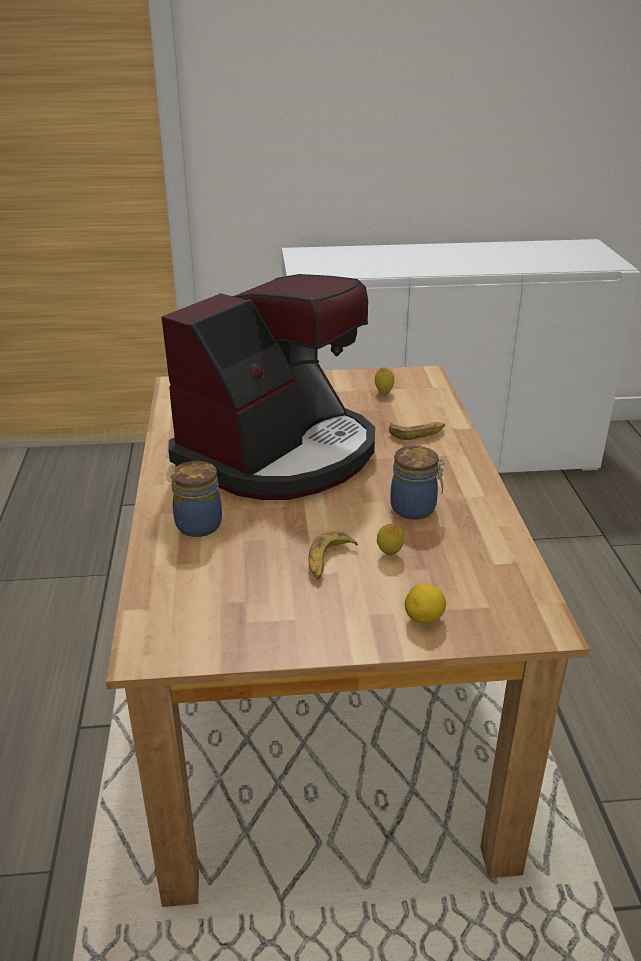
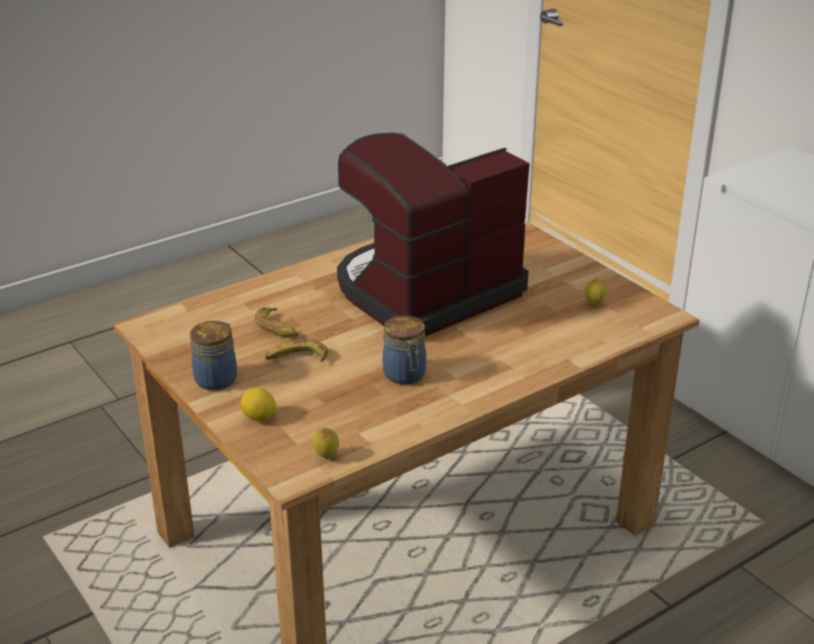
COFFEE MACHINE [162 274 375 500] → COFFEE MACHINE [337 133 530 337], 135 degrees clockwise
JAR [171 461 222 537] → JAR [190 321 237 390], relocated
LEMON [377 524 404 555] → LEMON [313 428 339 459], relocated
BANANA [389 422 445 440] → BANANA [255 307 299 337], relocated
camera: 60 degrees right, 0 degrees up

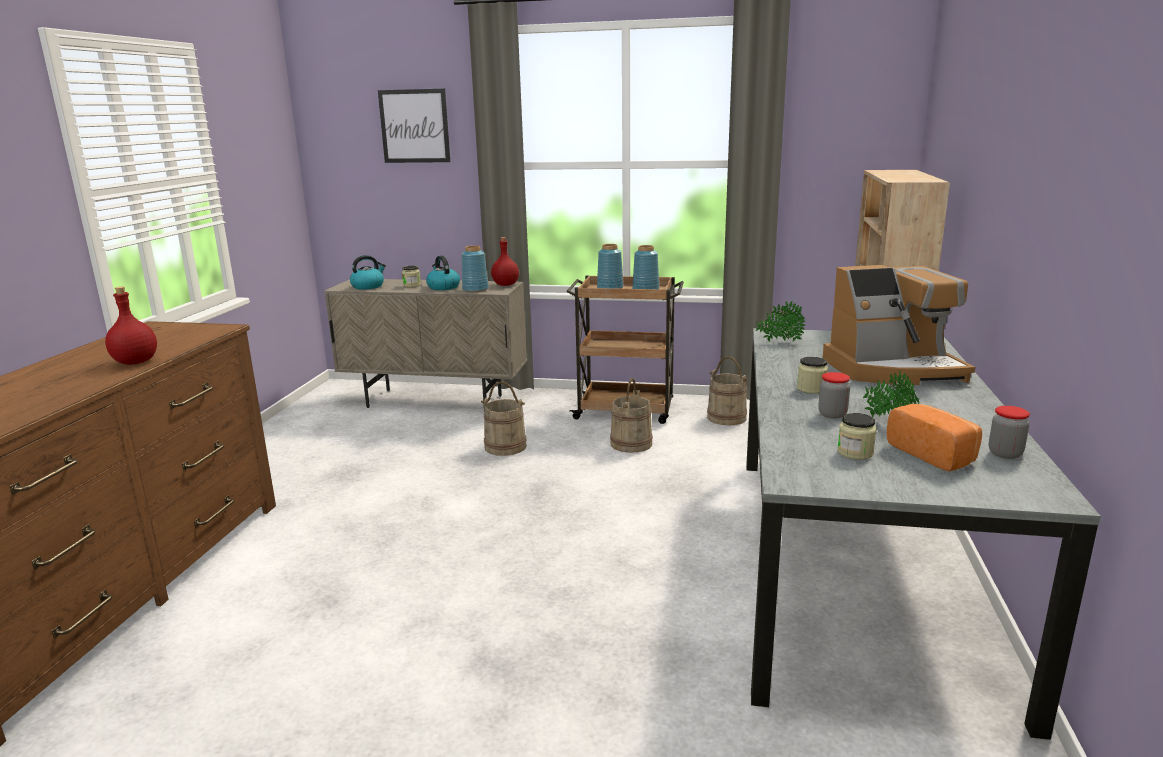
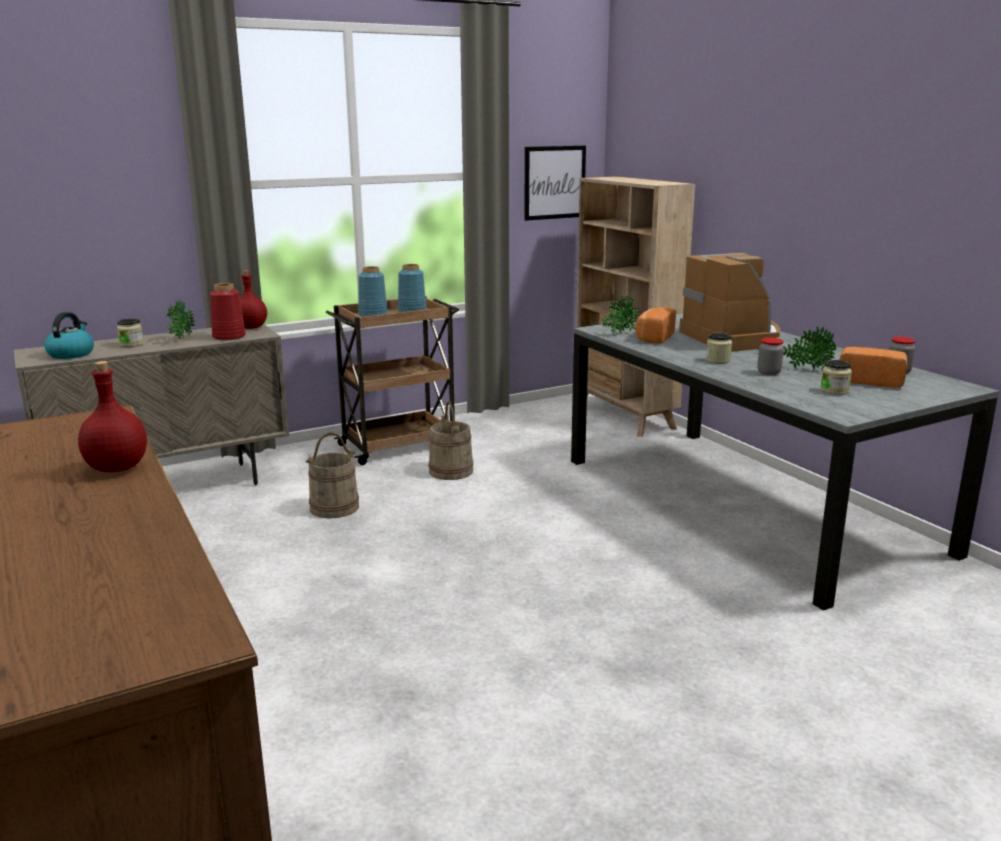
PICTURE [378 89 450 163] → PICTURE [524 146 586 221], relocated
KETTLE [426 256 460 290] → POTTED PLANT [167 300 195 339]
BLUE VASE [462 245 489 292] → RED VASE [210 283 246 340]
BEIGE BUCKET [707 356 748 426] → -
COFFEE MACHINE [823 265 975 385] → COFFEE MACHINE [679 253 780 352], 60 degrees counterclockwise
- → BREAD [635 307 676 343]
camera: 40 degrees left, 0 degrees up

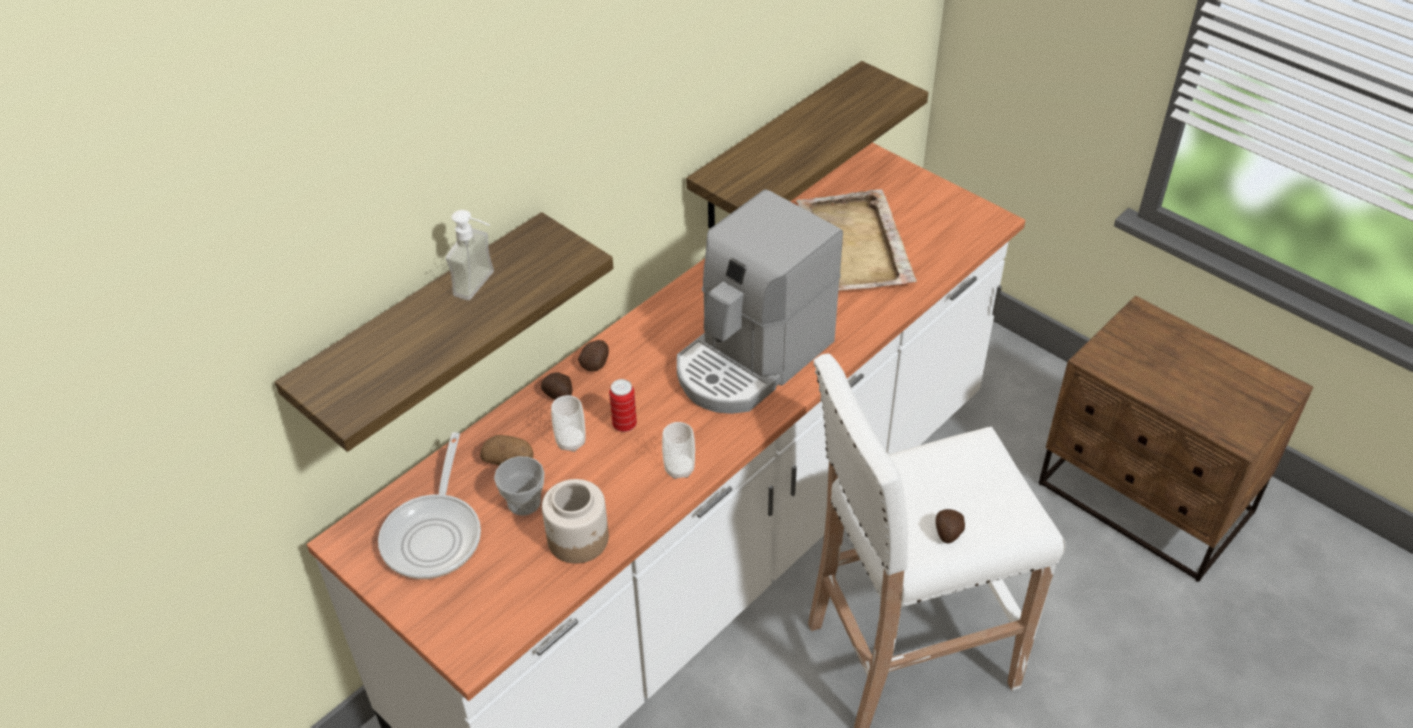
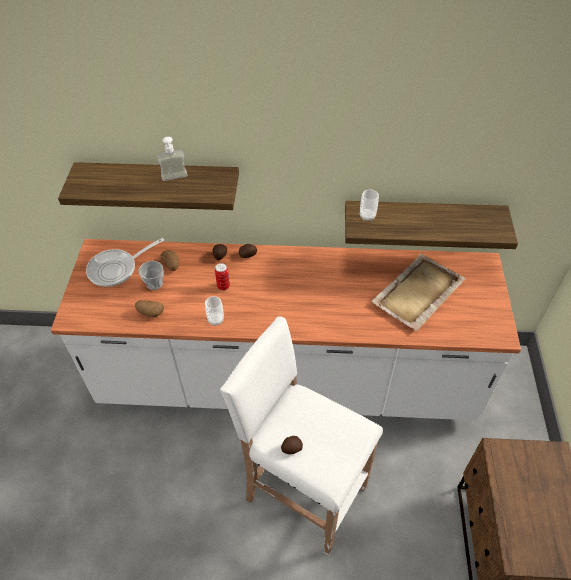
JAR [542 479 609 564] → POTATO [135 300 164 317]
CUP [551 395 586 452] → CUP [360 189 379 221], relocated
COFFEE MACHINE [677 189 843 414] → -
camera: 50 degrees right, 5 degrees up

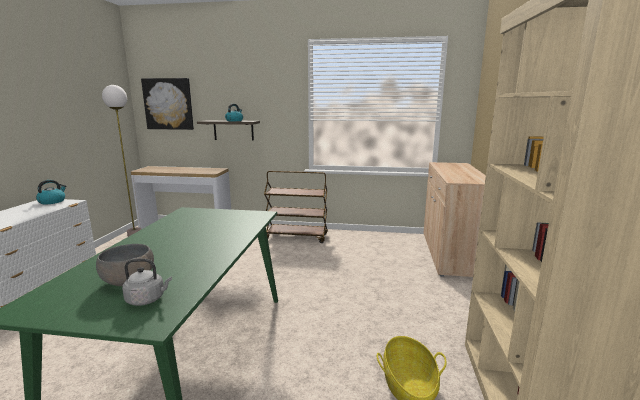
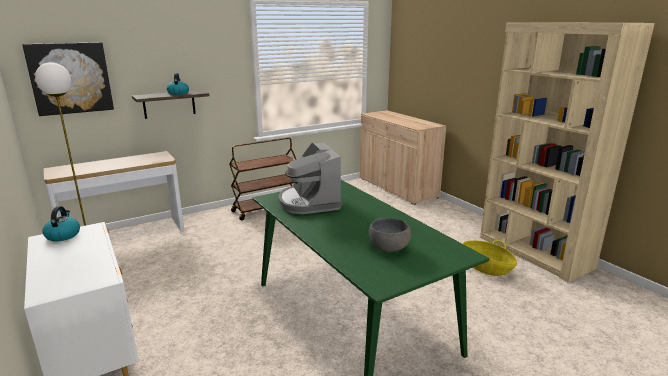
GREY KETTLE [122 258 172 306] → -
- → COFFEE MACHINE [278 143 343 214]
camera: 40 degrees left, 5 degrees up

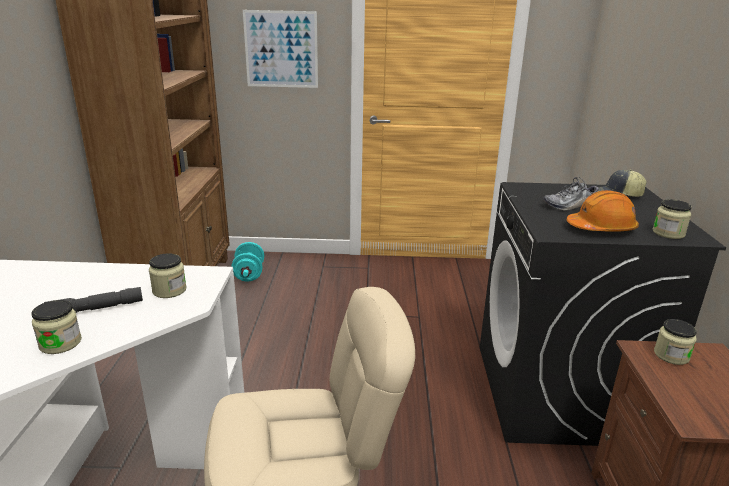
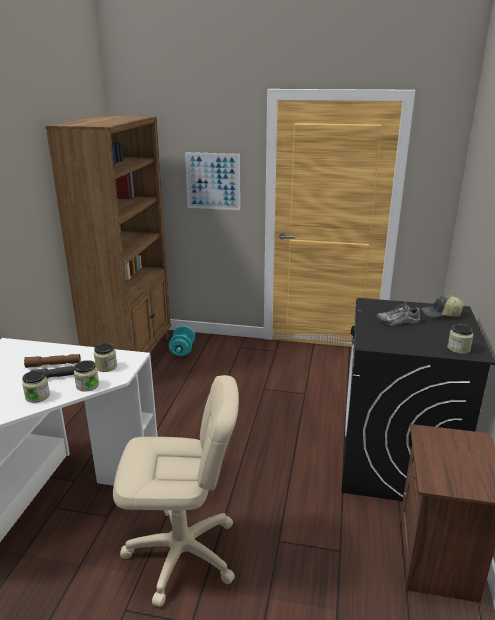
ORANGE HARD HAT [566 190 639 232] → -
JAR [654 319 697 365] → JAR [74 360 99 392], relocated
- → BROWN FLASHLIGHT [24 354 81 368]
camera: 10 degrees right, 0 degrees up

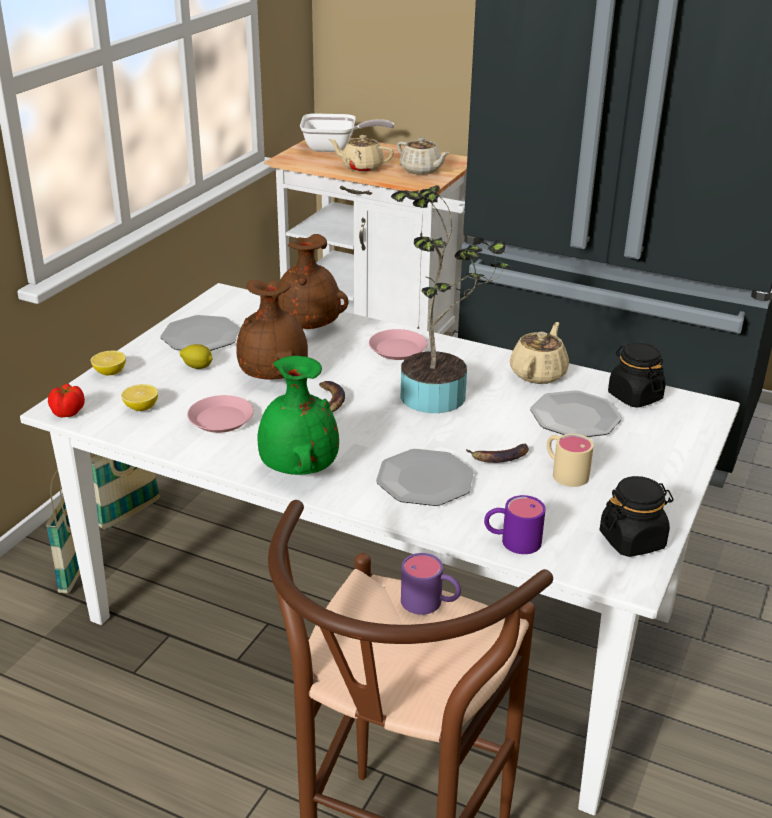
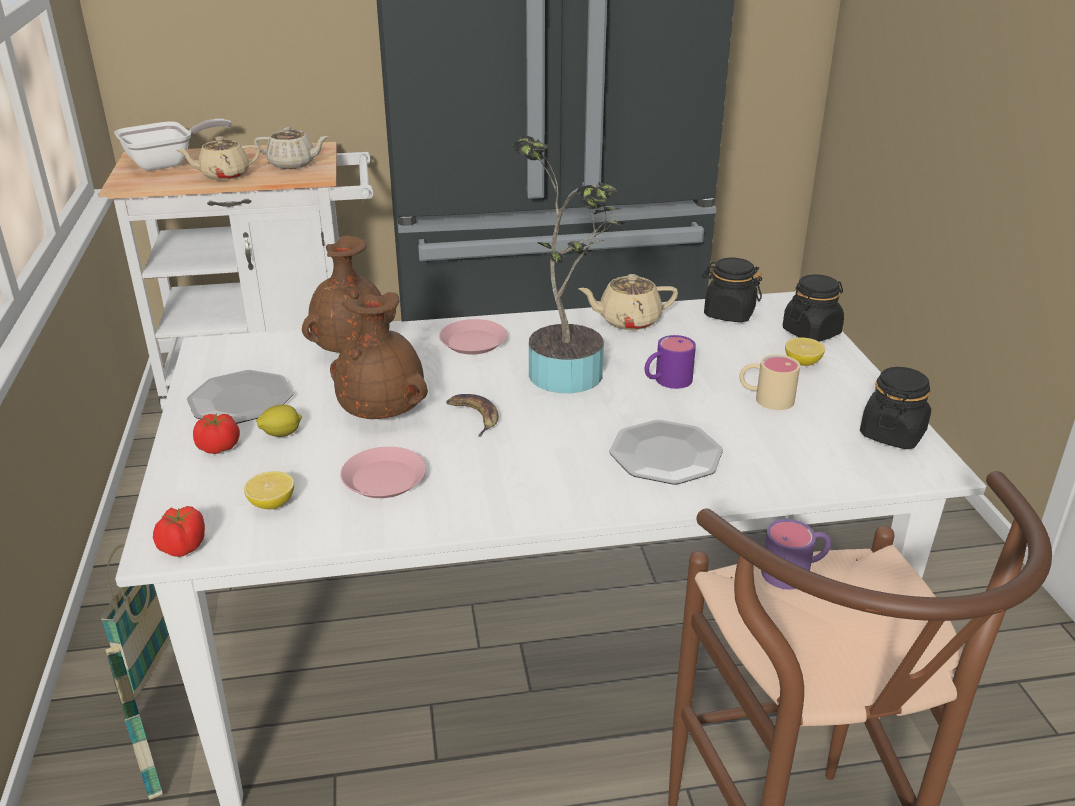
LEMON [91 351 126 376] → LEMON [785 338 825 366], relocated
GREEN VASE [257 356 339 475] → -
BANANA [466 444 529 463] → -
PURPLE MUG [484 495 546 554] → PURPLE MUG [645 335 696 389], relocated
BEIGE TEAPOT [510 322 569 384] → BEIGE TEAPOT [579 274 678 330], 90 degrees counterclockwise
PLATE [530 390 622 437] → -
- → TOMATO [193 413 240 454]
- → BLACK JAR [783 274 844 342]
camera: 35 degrees left, 0 degrees up

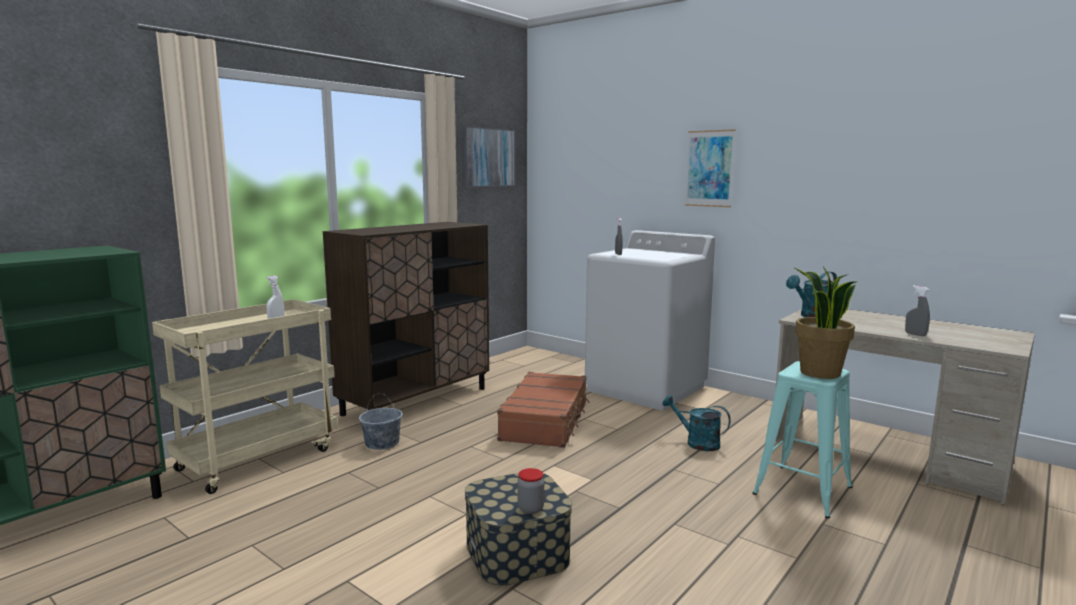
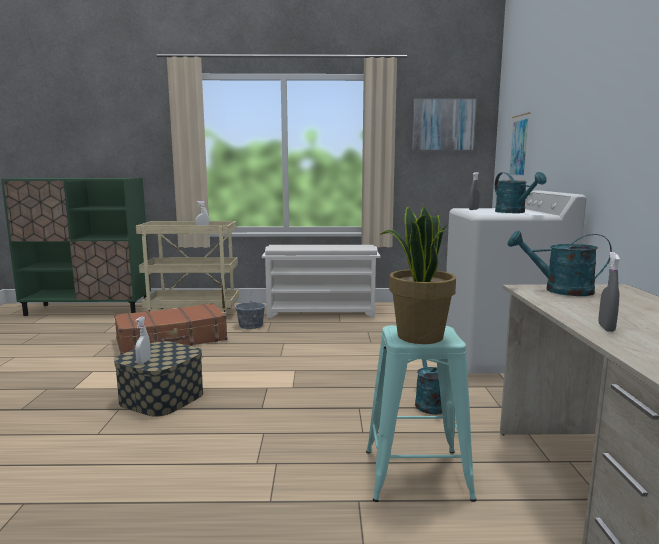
BROWN CABINET [323 222 489 416] → WHITE SHOE RACK [262 245 381 318]
BROWN SUITCASE [497 372 589 448] → BROWN SUITCASE [114 303 227 355], relocated
JAR [517 468 544 514] → WHITE SPRAY BOTTLE [135 316 151 364]
PICTURE [685 129 736 207] → PICTURE [508 112 530 181], relocated
- → TURQUOISE WATERING CAN [495 172 547 213]
camera: 50 degrees right, 0 degrees up

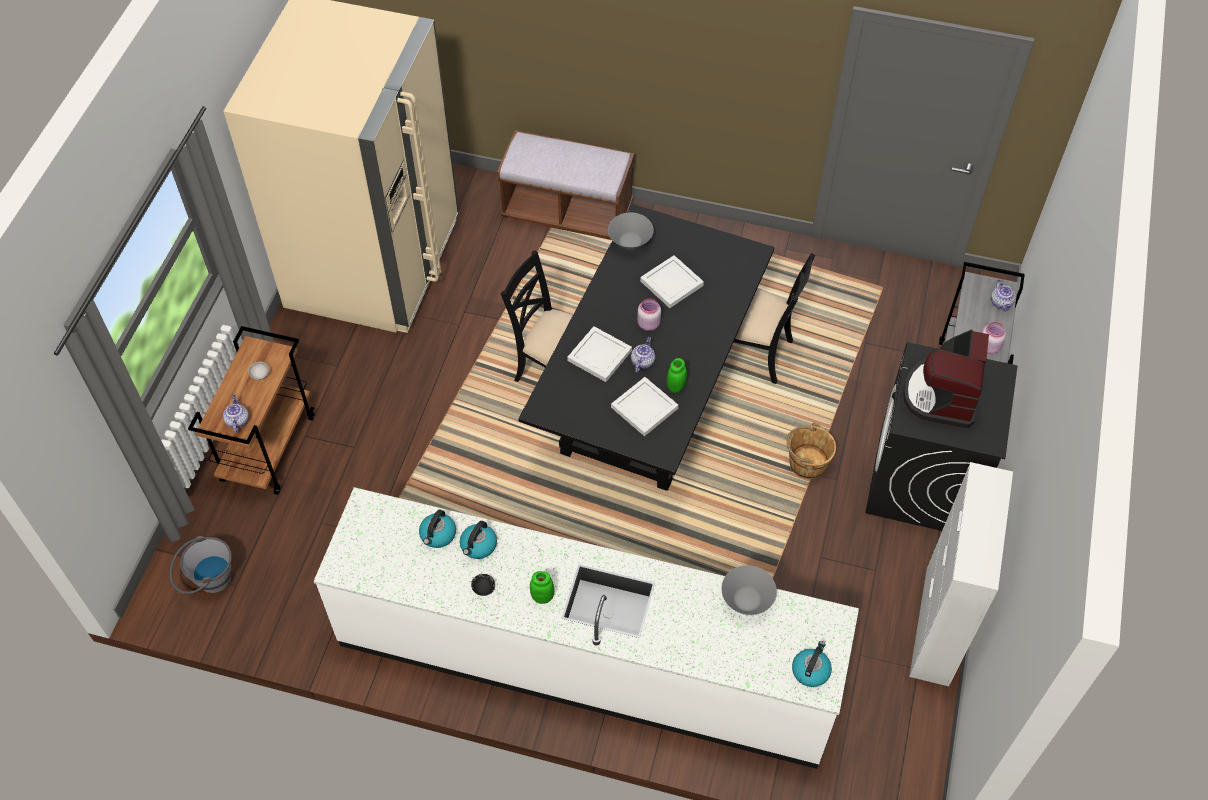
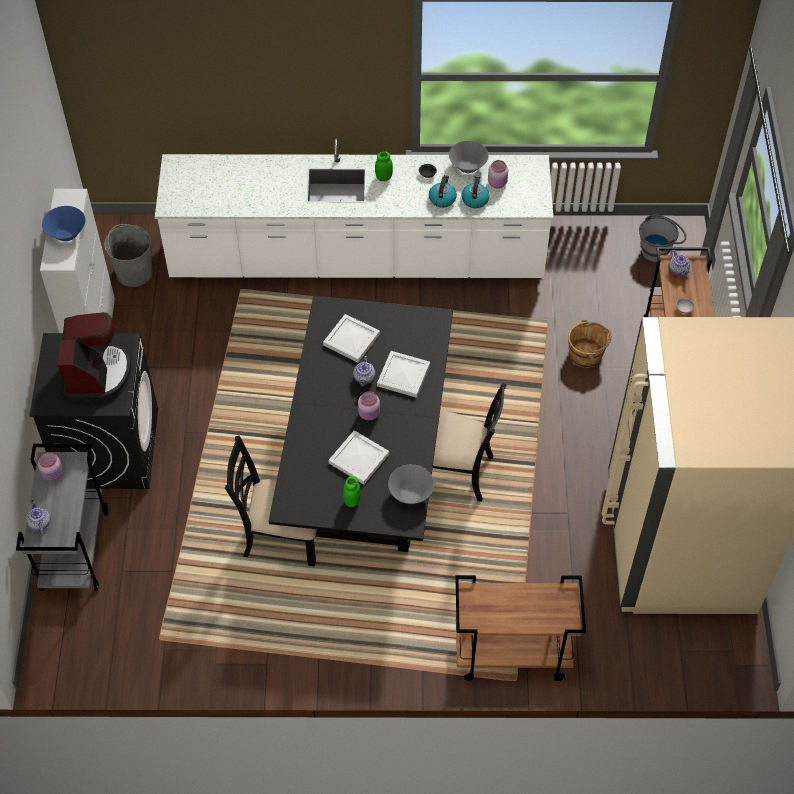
BROWN BENCH [497 130 634 240] → BROWN CART [455 575 586 681]
GREEN JAR [667 358 687 393] → GREEN JAR [343 476 361 507], relocated
GREY BOWL [721 565 777 615] → GREY BOWL [449 141 489 173], relocated
BROWN BUCKET [787 423 836 479] → BROWN BUCKET [568 320 611 368], relocated
KETTLE [792 641 832 687] → -
- → BLUE BOWL [42 206 86 241]
- → GREY BUCKET [104 224 152 287]
- → PINK JAR [488 160 508 188]
camera: 165 degrees right, 0 degrees up

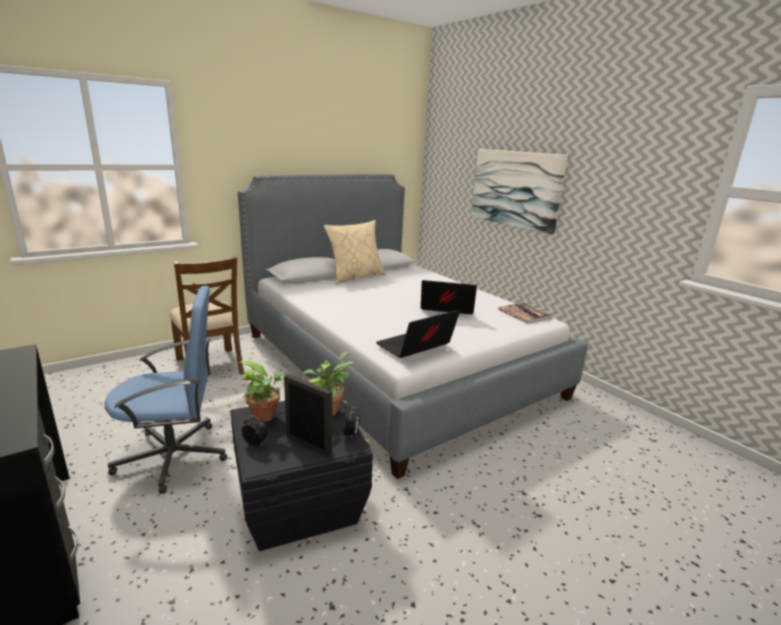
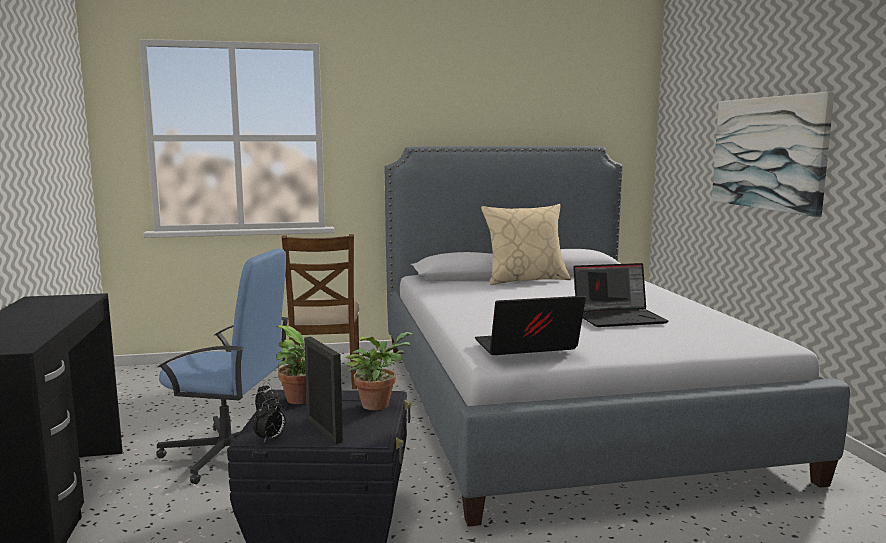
ALARM CLOCK [344 406 360 438] → ALARM CLOCK [253 398 286 442], relocated
LAPTOP [421 280 477 314] → LAPTOP [573 263 669 327], 135 degrees clockwise
BOOK [498 303 553 323] → -
camera: 25 degrees right, 10 degrees down

